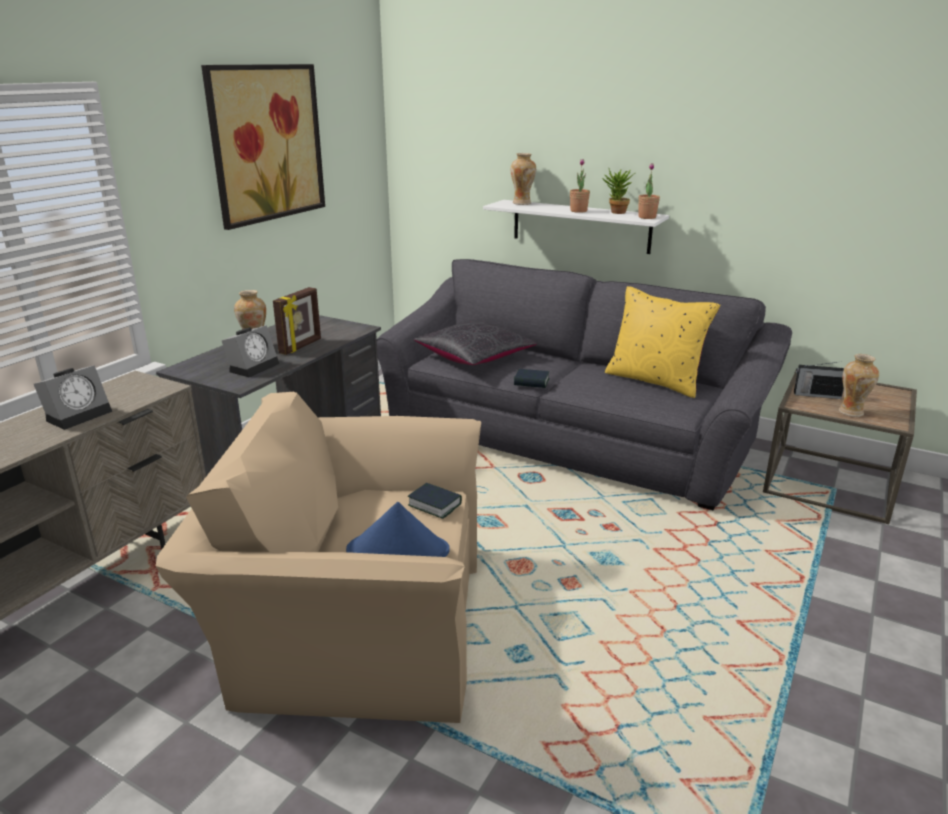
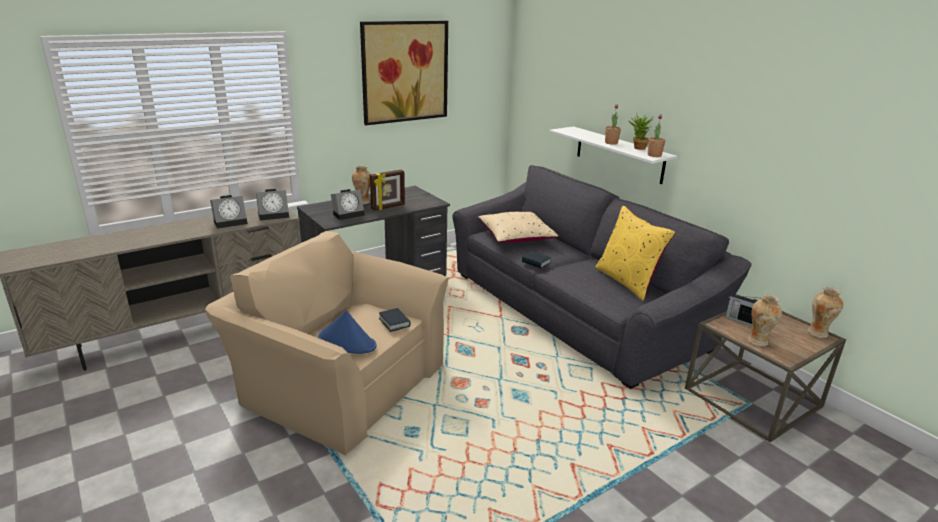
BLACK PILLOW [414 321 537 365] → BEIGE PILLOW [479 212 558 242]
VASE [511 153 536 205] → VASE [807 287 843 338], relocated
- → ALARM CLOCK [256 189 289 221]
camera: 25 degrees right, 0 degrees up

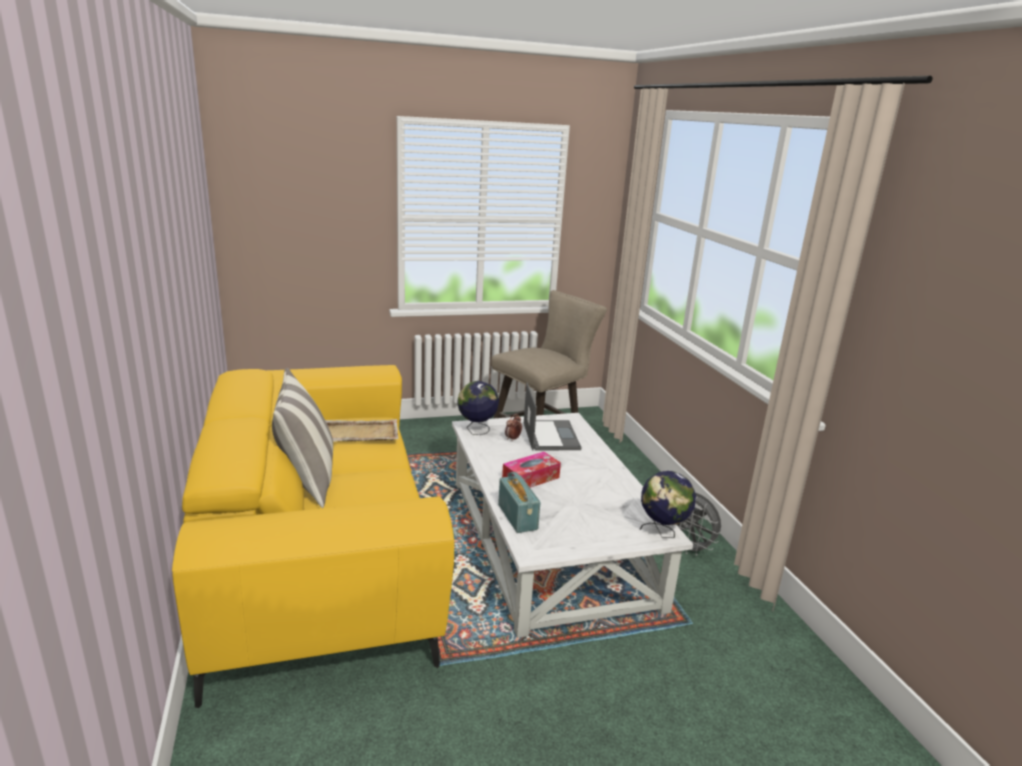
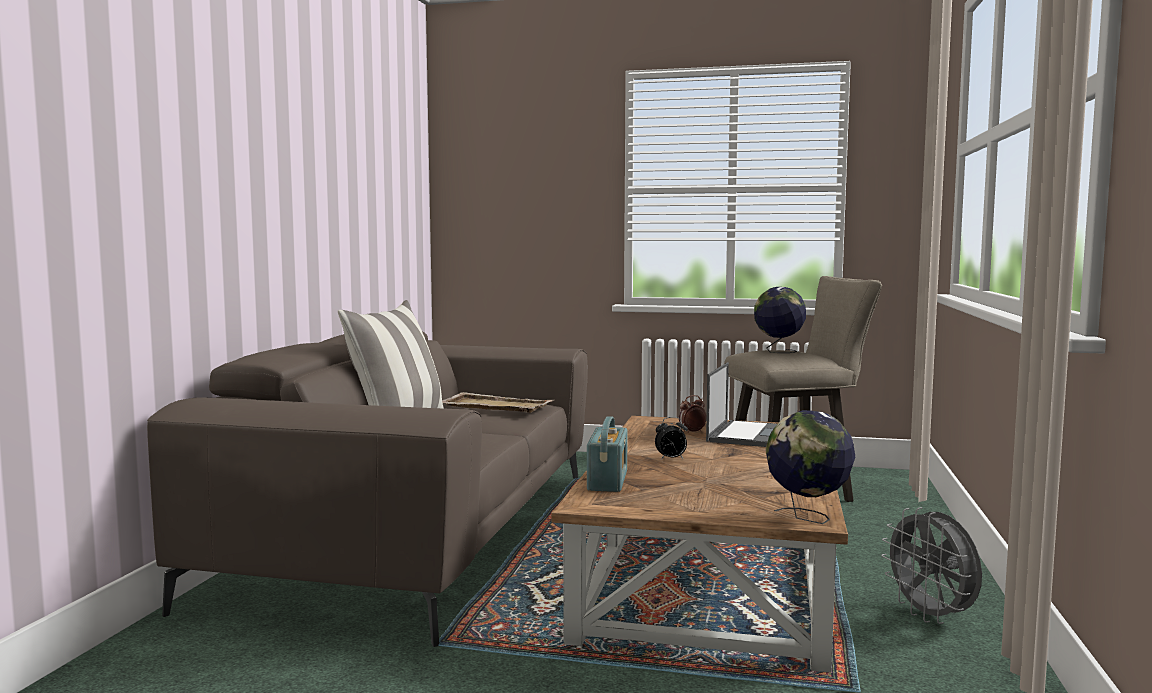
YELLOW SOFA [172 365 454 708] → BROWN SOFA [147 332 587 647]
WHITE COFFEE TABLE [452 413 693 638] → BROWN COFFEE TABLE [551 416 848 673]
GLOBE [457 381 499 435] → GLOBE [754 287 806 353], relocated
TISSUE BOX [502 452 561 488] → ALARM CLOCK [655 417 688 460]
camera: 30 degrees right, 15 degrees down

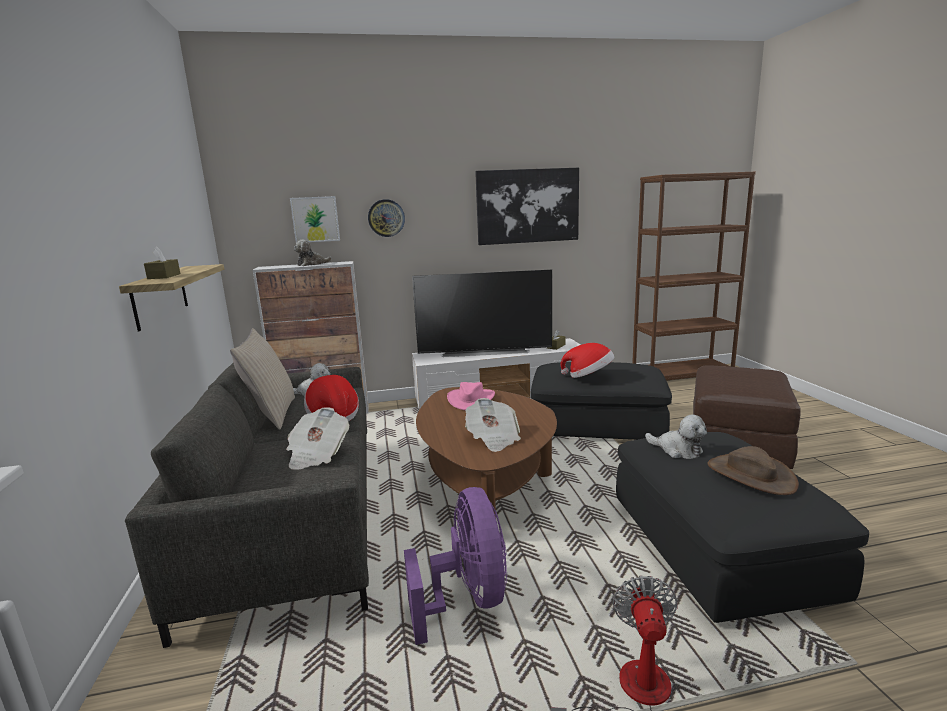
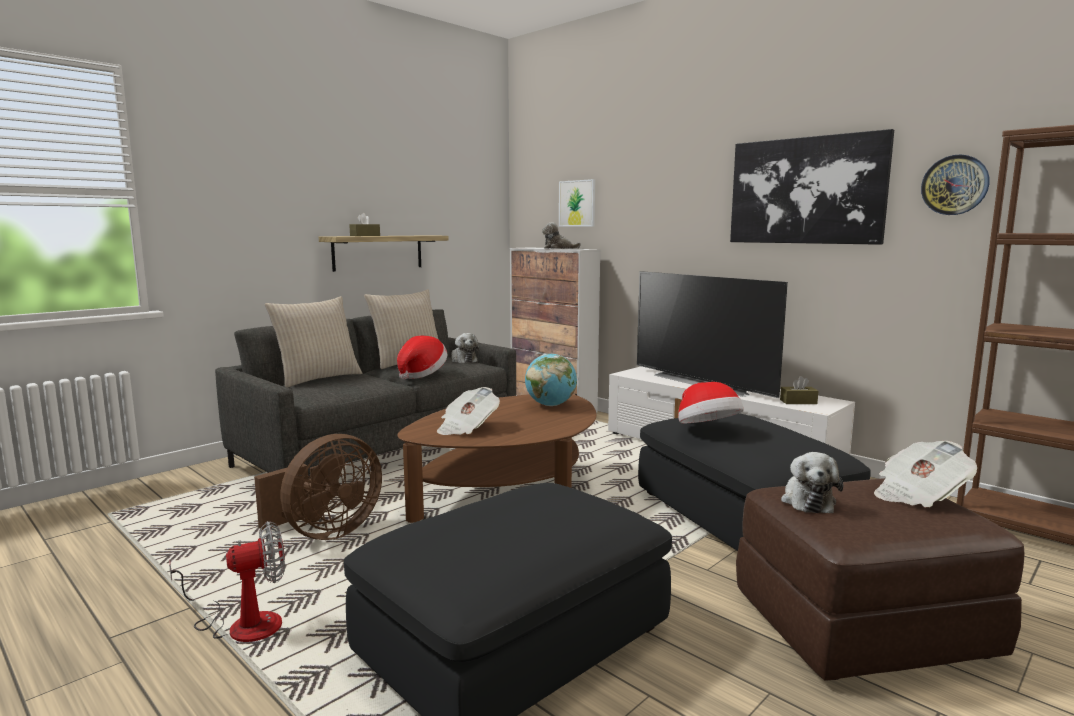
NEWSPAPER [286 407 349 470] → NEWSPAPER [874 441 977 507], relocated
WALL CLOCK [368 199 405 237] → WALL CLOCK [921 155 990 215], relocated
PURPLE FAN [404 487 507 645] → BROWN FAN [254 434 382 540]
PINK HAT [447 382 495 410] → GLOBE [525 354 577 406]
PLUSH TOY [645 414 707 459] → PLUSH TOY [781 452 843 514], relocated
BROWN HAT [708 446 799 495] → -
- → BEIGE PILLOW [265 296 362 388]
camera: 55 degrees right, 5 degrees down

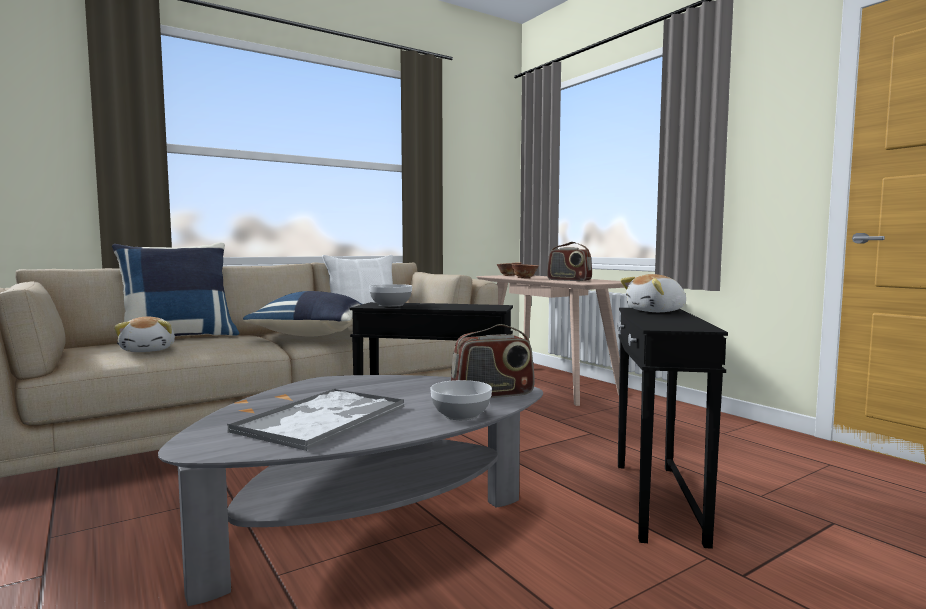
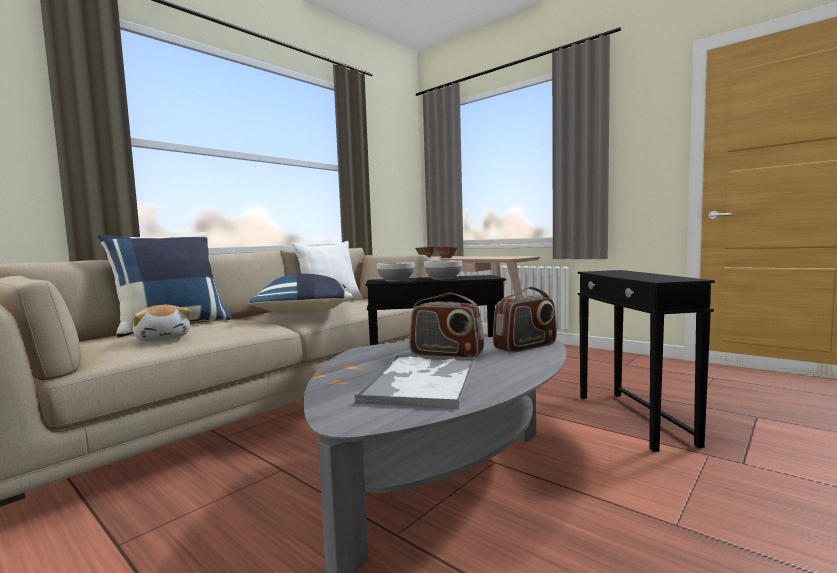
BOWL [431 380 492 420] → BOWL [424 260 462 280], relocated
RADIO [547 242 592 281] → RADIO [409 293 484 358], relocated
PLUSH TOY [620 274 686 312] → -
camera: 15 degrees left, 0 degrees up

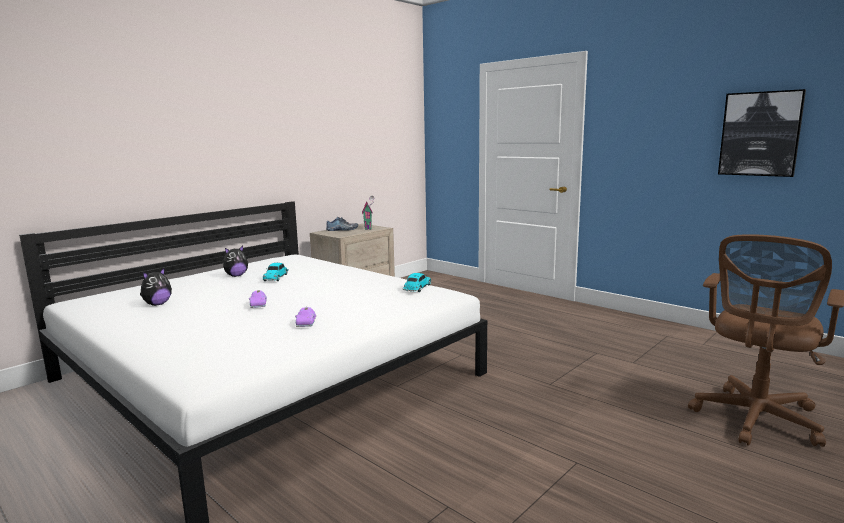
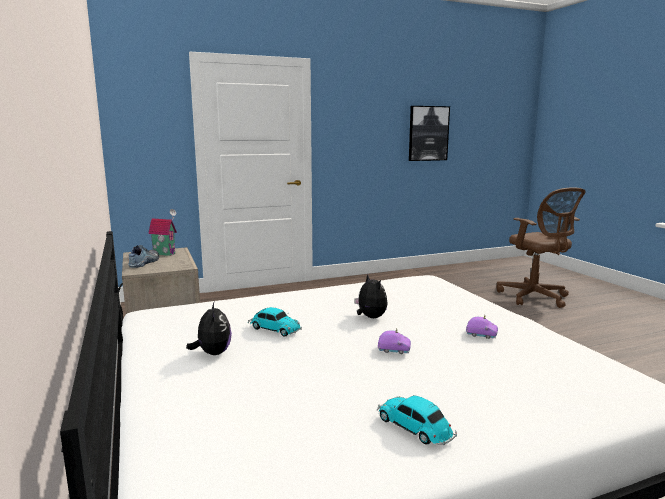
PLUSH TOY [140 268 172 306] → PLUSH TOY [354 274 388 318], relocated
TOY CAR [403 273 431 292] → TOY CAR [377 395 457 445], relocated
camera: 65 degrees left, 0 degrees up

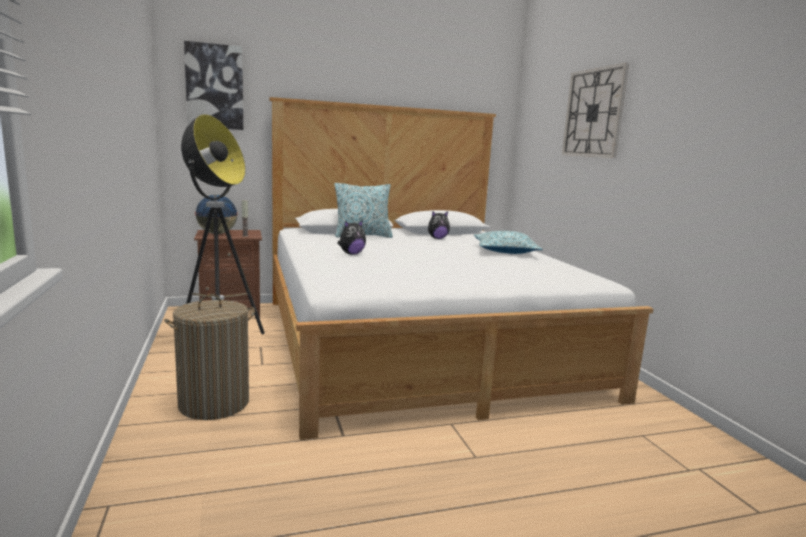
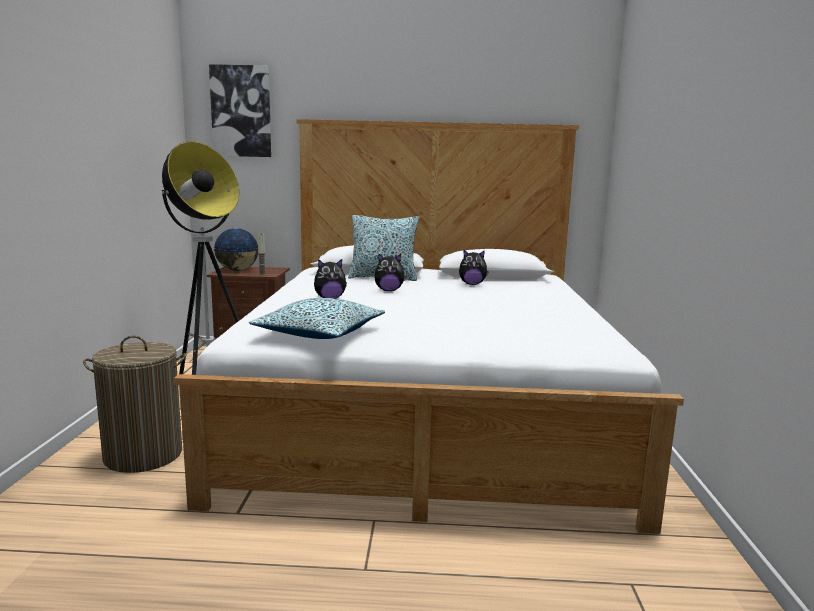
PILLOW [474 231 543 254] → PILLOW [249 298 385 339], relocated
WALL CLOCK [562 63 629 158] → -
- → PLUSH TOY [374 253 406 291]
camera: 20 degrees right, 0 degrees up

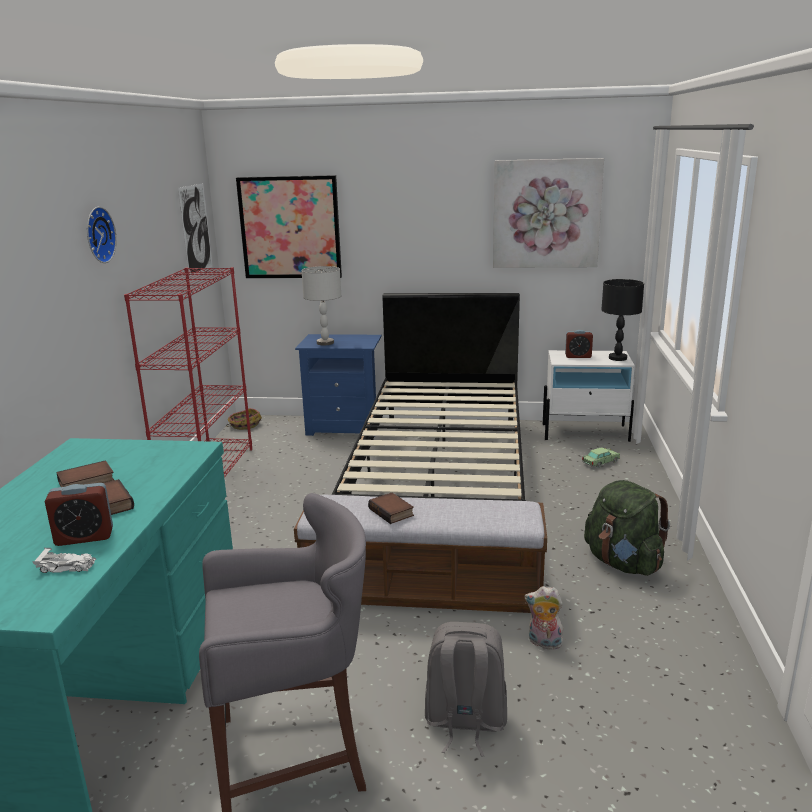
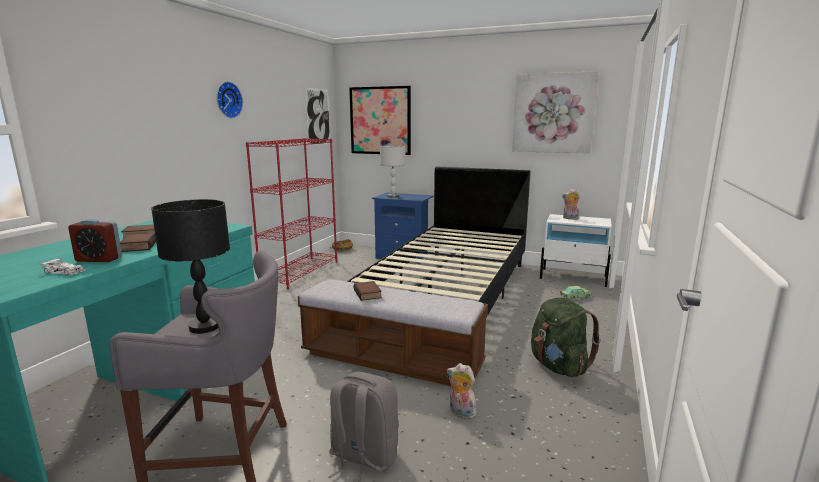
ALARM CLOCK [565 330 593 358] → PLUSH TOY [562 189 580 220]
BLACK TABLE LAMP [601 279 644 361] → BLACK TABLE LAMP [151 199 230 334], relocated
camera: 15 degrees right, 5 degrees down

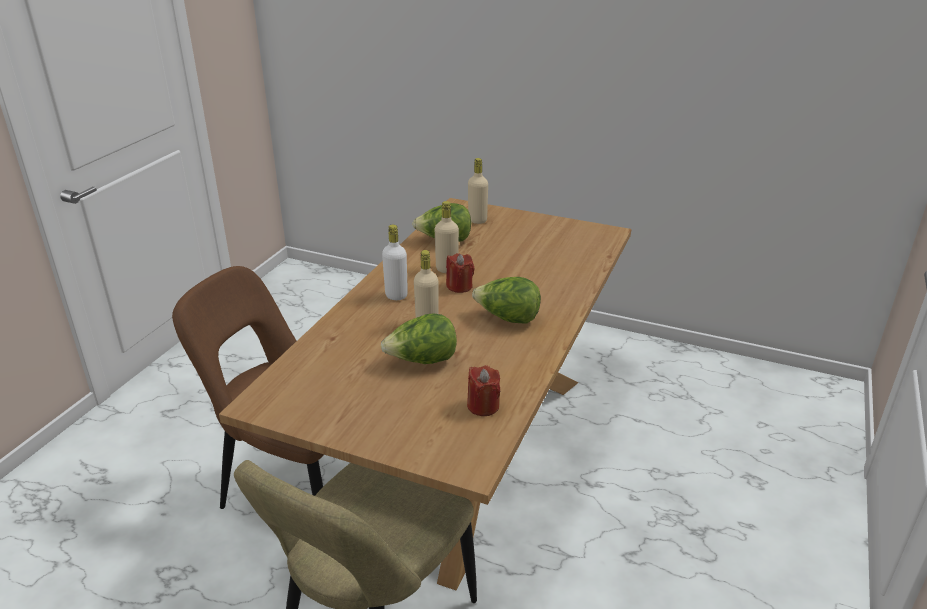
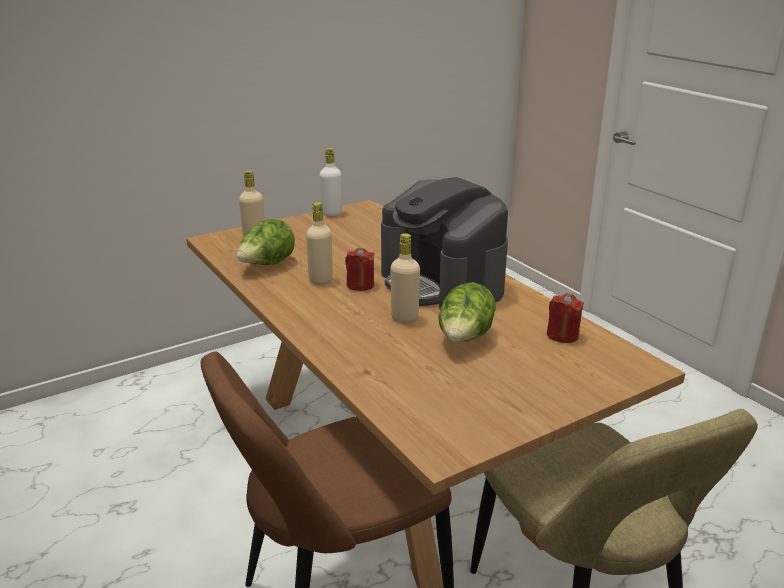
WHITE BOTTLE [382 225 408 300] → WHITE BOTTLE [320 148 342 216], relocated
LETTUCE [472 277 541 324] → COFFEE MACHINE [381 177 508 309]
camera: 55 degrees left, 5 degrees down

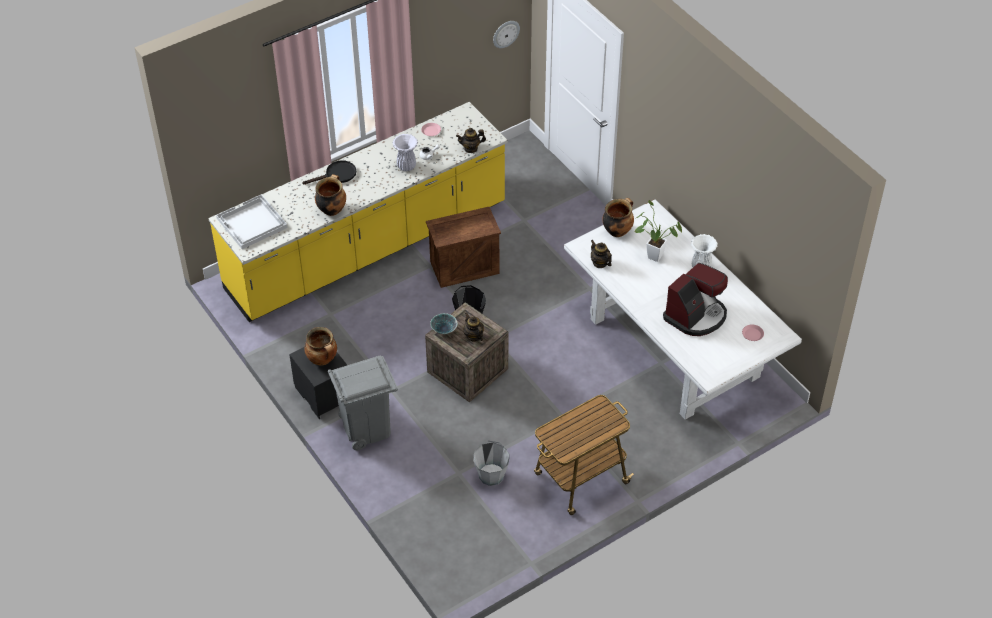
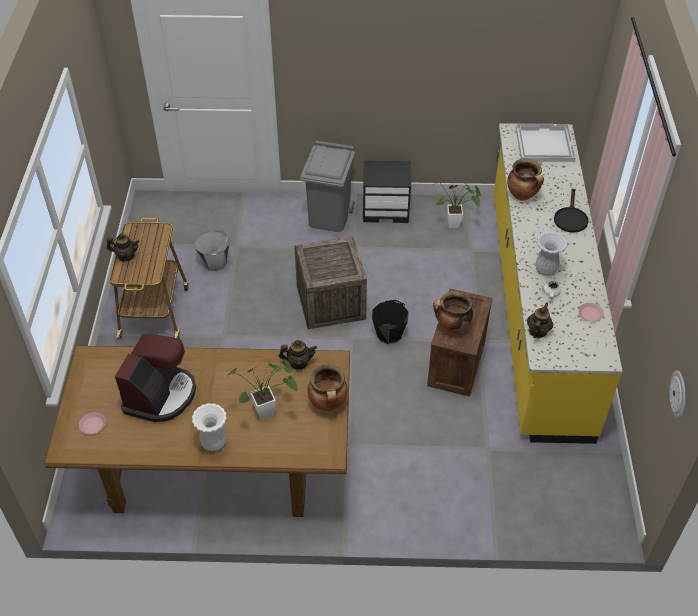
COOKING POT [304 327 337 366] → COOKING POT [433 291 473 333], relocated
BOWL [430 313 458 334] → -
TEAPOT [464 313 484 342] → TEAPOT [107 233 140 262], relocated
WHITE DINING TABLE [564 199 802 420] → BROWN DINING TABLE [44 346 350 517]
COFFEE MACHINE [663 263 728 336] → COFFEE MACHINE [115 334 196 422], 150 degrees counterclockwise
- → POTTED PLANT [433 180 481 228]
camera: 125 degrees right, 0 degrees up

